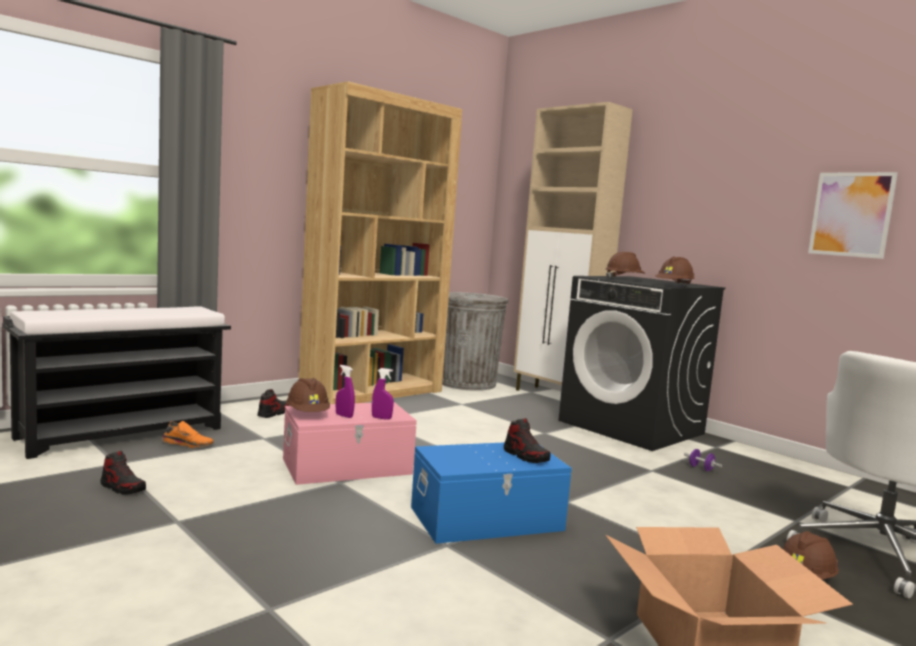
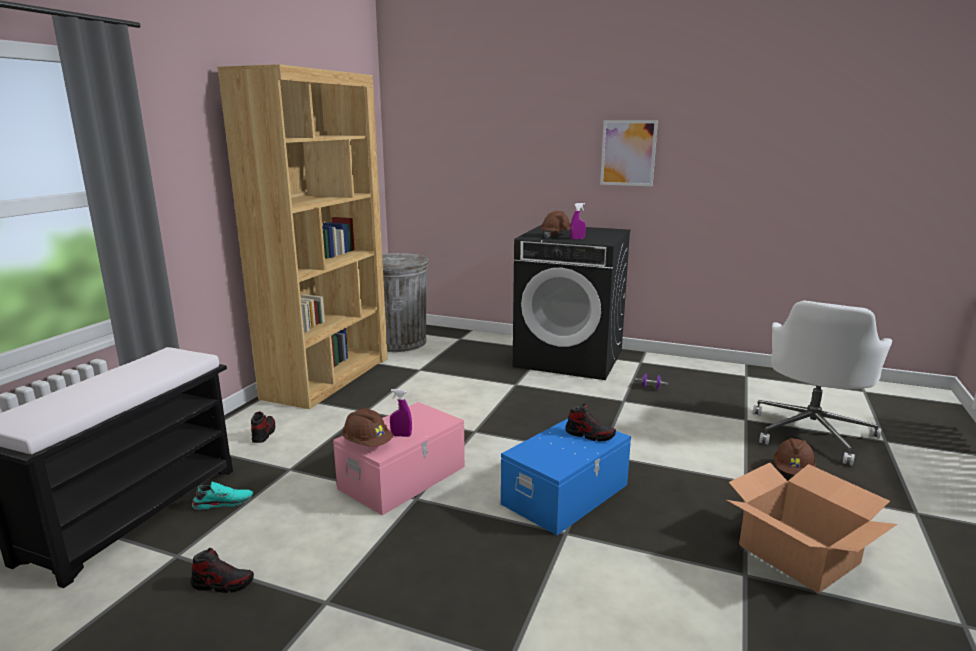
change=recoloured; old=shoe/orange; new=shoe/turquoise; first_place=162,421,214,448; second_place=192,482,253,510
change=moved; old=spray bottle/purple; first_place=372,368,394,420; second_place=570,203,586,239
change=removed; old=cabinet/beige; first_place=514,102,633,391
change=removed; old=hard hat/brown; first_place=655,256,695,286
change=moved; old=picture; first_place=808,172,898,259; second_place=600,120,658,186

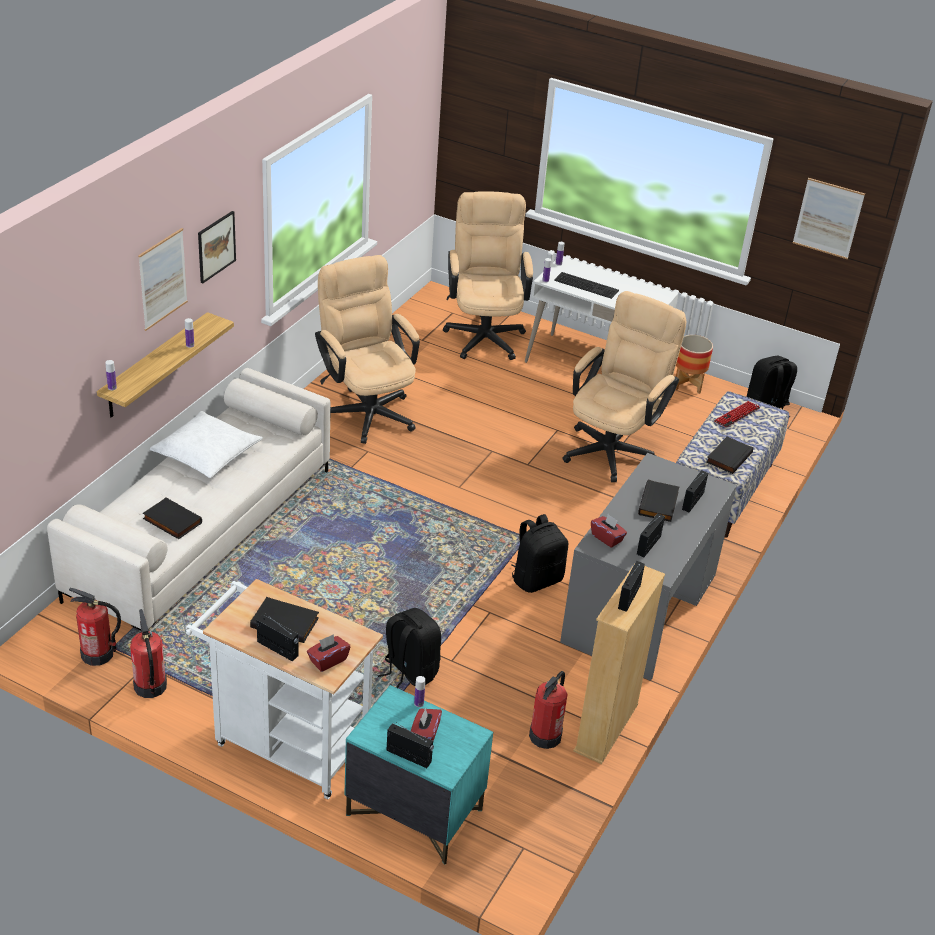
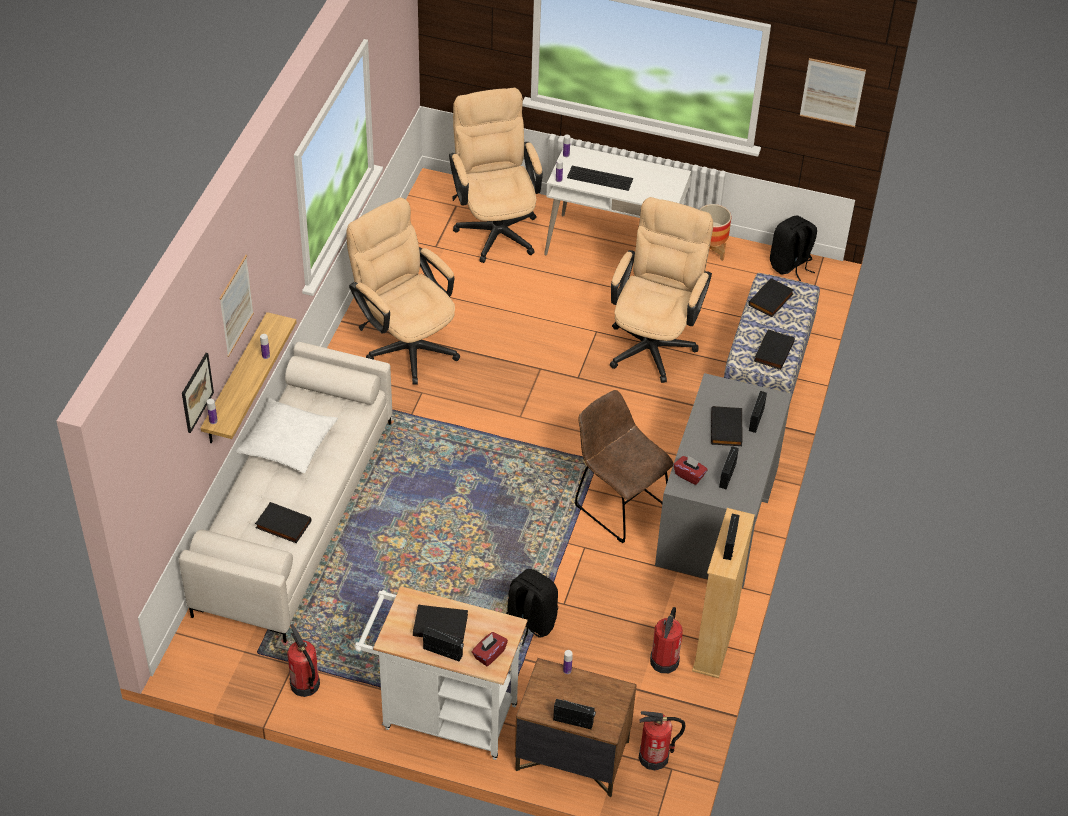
change=moved; old=fire extinguisher; first_place=69,588,121,666; second_place=639,711,686,771
change=moved; old=picture; first_place=198,211,236,284; second_place=182,353,214,433
change=recoloured; old=nightstand/turquoise; new=nightstand/brown; first_place=344,685,493,865; second_place=515,658,637,798
change=removed; old=tissue box/red; first_place=411,708,442,741
change=replaced; old=backpack/black; new=chair/brown; first_place=511,514,568,593; second_place=574,390,674,543
change=replaced; old=keyboard; new=book/black; first_place=714,401,760,427; second_place=748,278,794,317

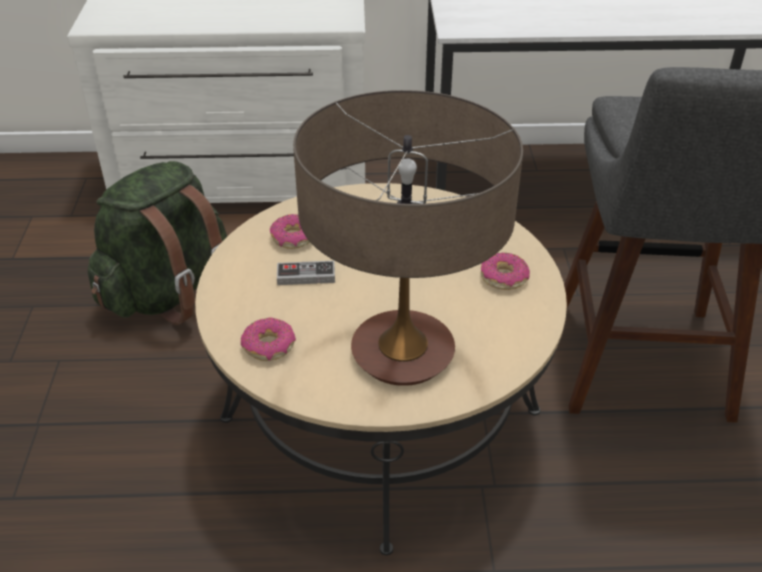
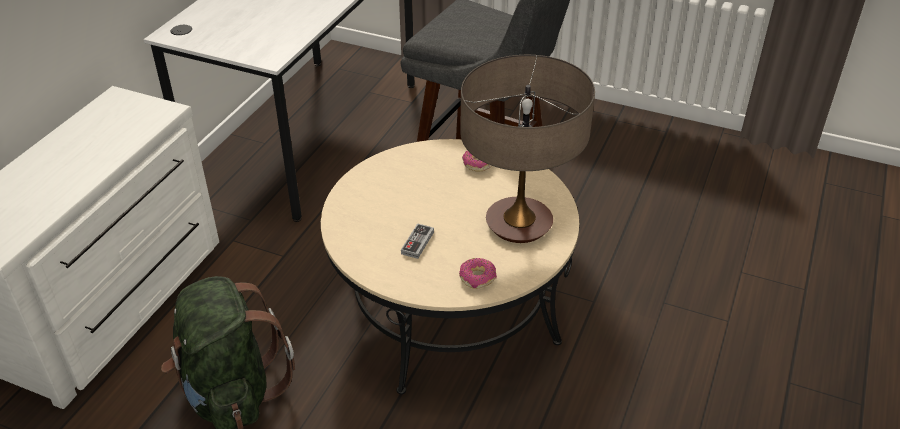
change=removed; old=donut; first_place=270,214,310,249

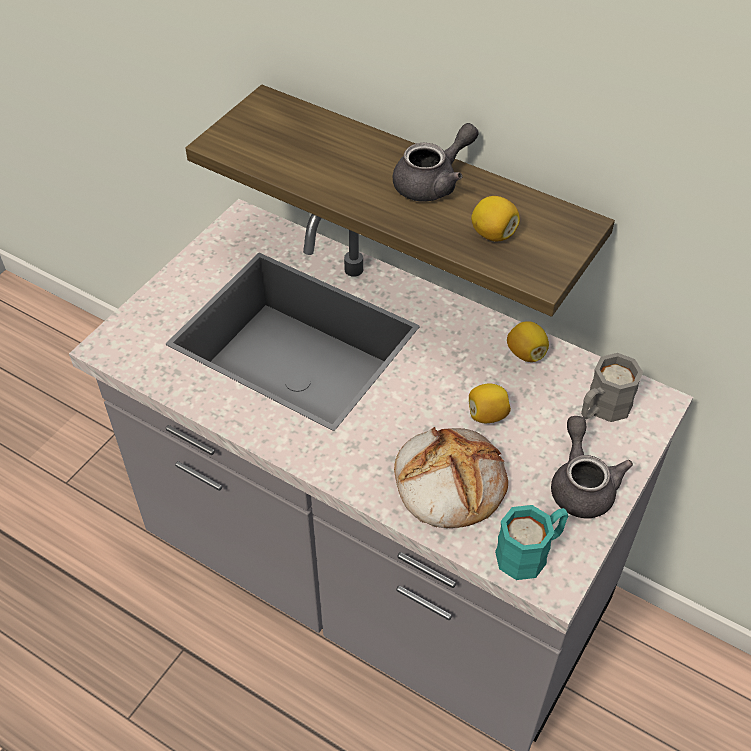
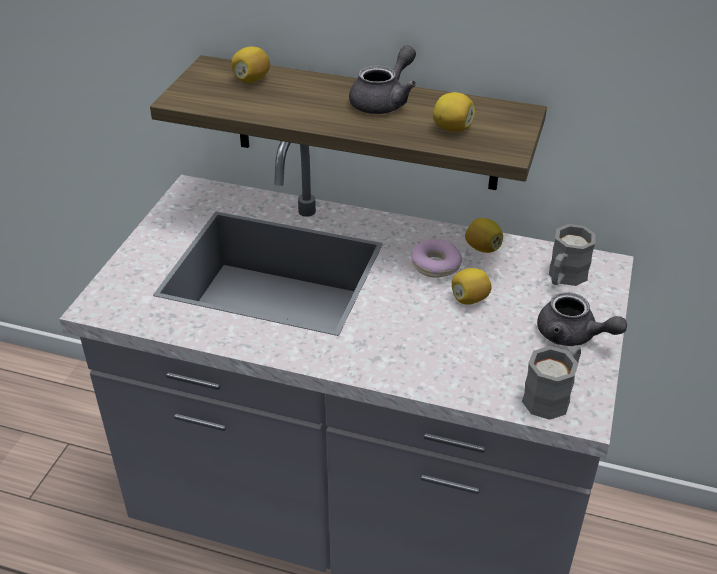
change=removed; old=bread; first_place=394,427,508,528
change=recoloured; old=mug/turquoise; new=mug/grey; first_place=495,505,568,580; second_place=522,345,581,420
change=turned; old=teapot/grey; first_place=551,416,633,519; second_place=537,292,627,346; degrees=150
change=added; new=lemon; second_place=231,47,270,83
change=added; new=donut; second_place=411,239,462,278

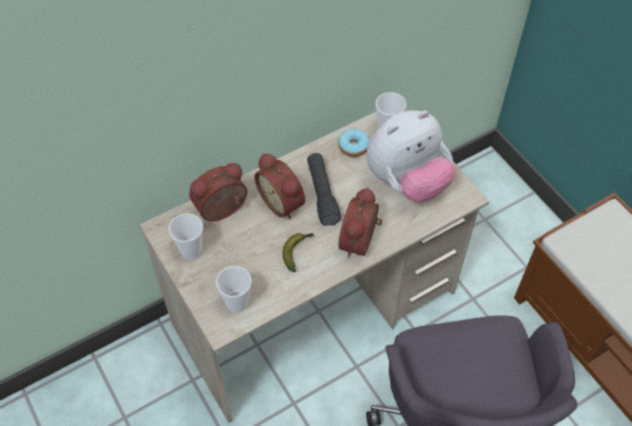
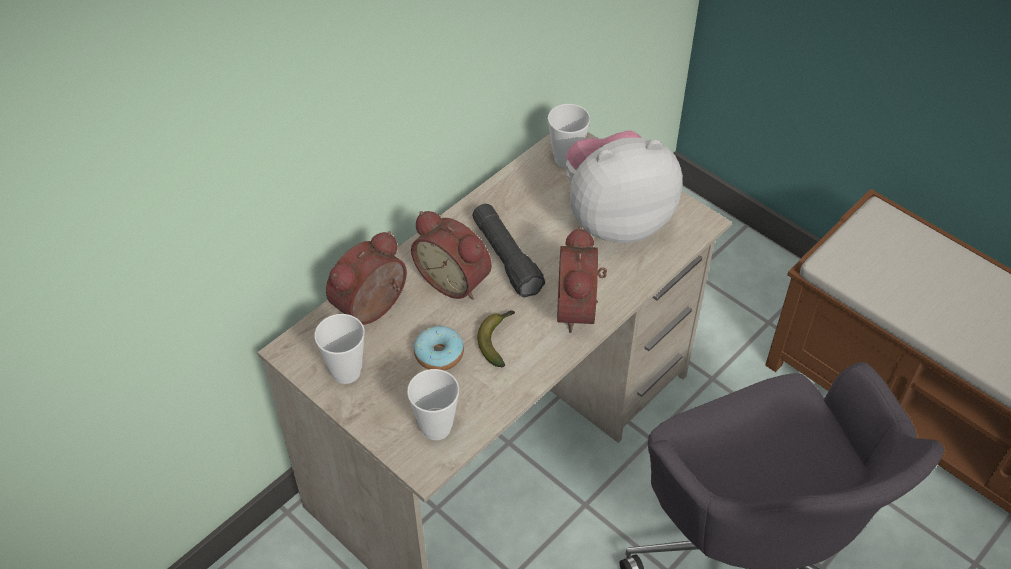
change=moved; old=donut; first_place=338,129,369,157; second_place=414,326,464,371
change=turned; old=plush toy; first_place=366,111,456,202; second_place=566,130,683,243; degrees=-150

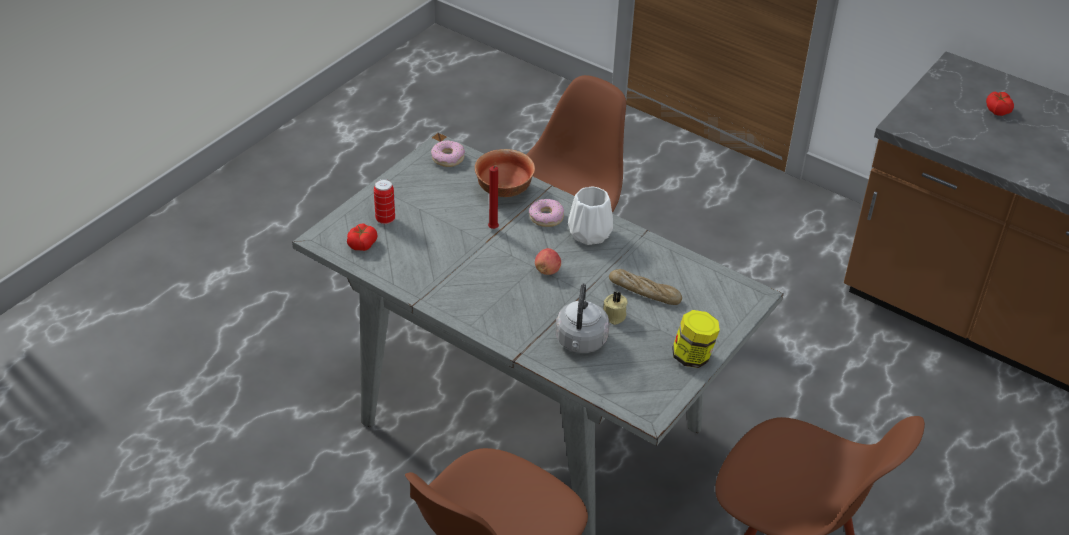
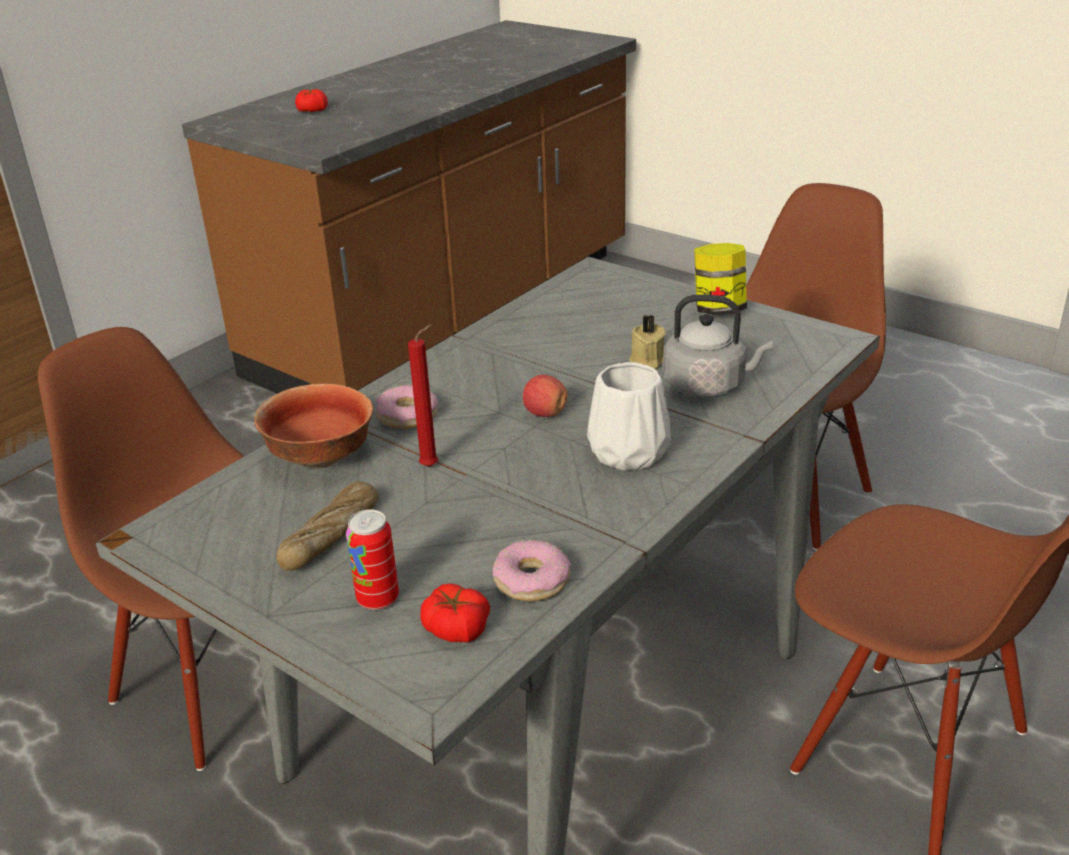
change=moved; old=donut; first_place=431,140,465,167; second_place=493,540,571,601
change=moved; old=vase/white; first_place=568,187,613,245; second_place=587,362,671,471
change=moved; old=bread; first_place=609,269,682,305; second_place=276,481,379,571

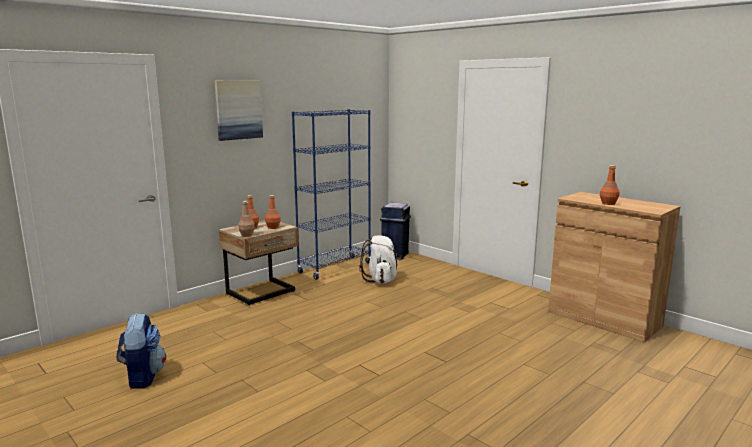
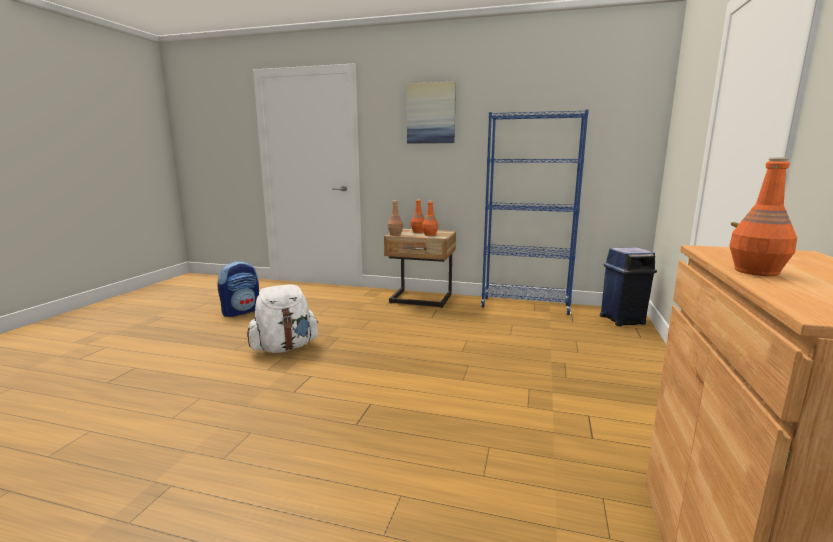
change=moved; old=backpack/white; first_place=359,235,401,283; second_place=247,284,319,353

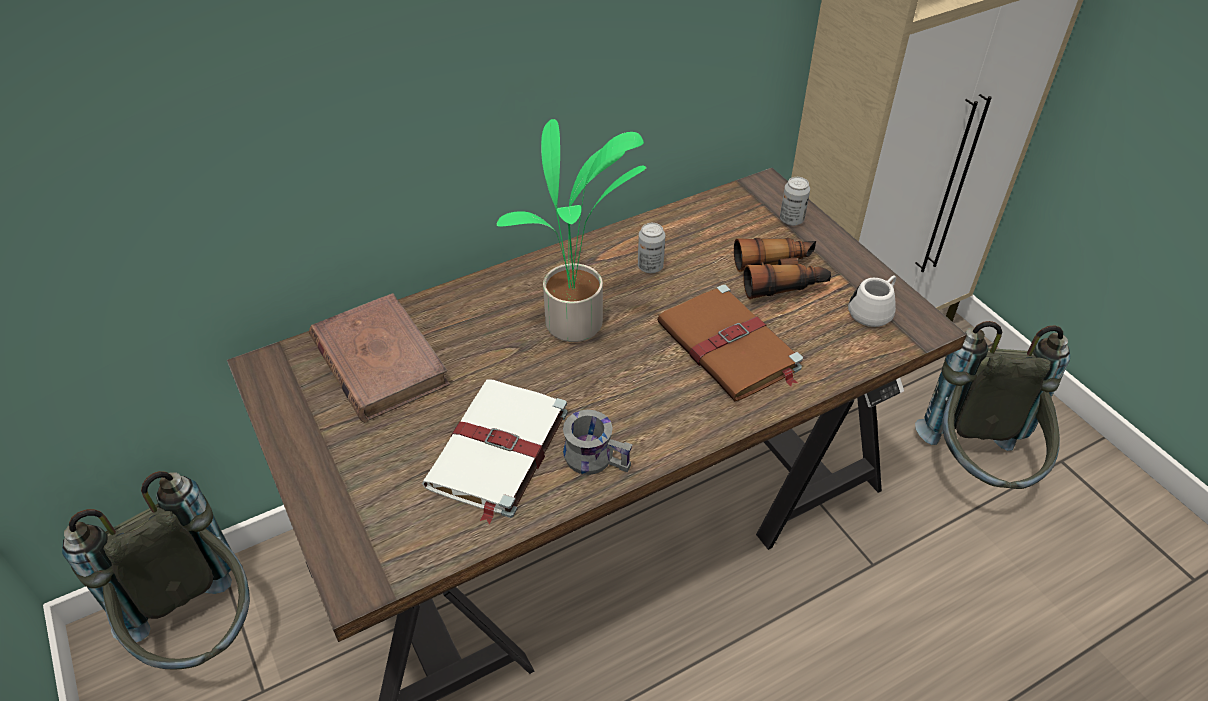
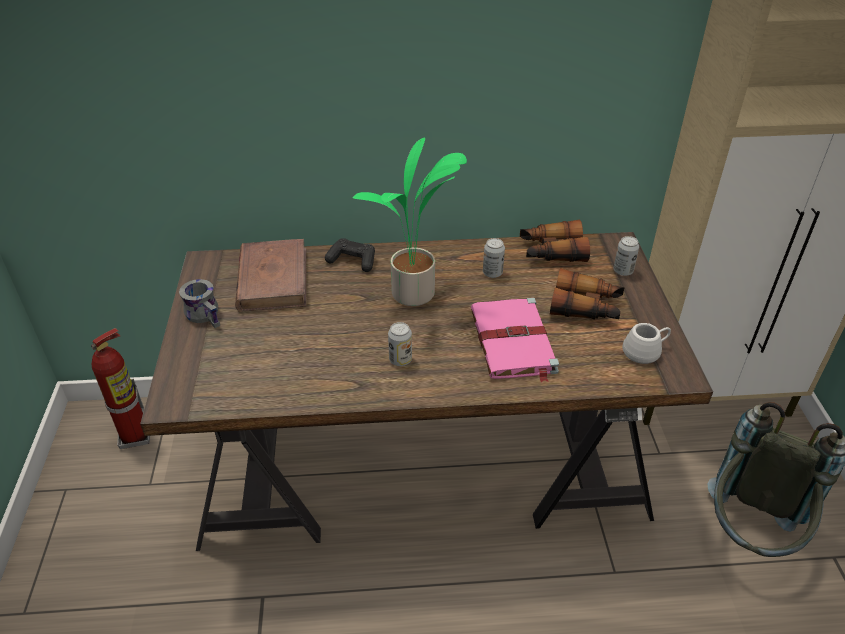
change=replaced; old=backpack/grey; new=fire extinguisher; first_place=62,471,250,670; second_place=91,328,150,449
change=removed; old=book/white; first_place=422,380,568,524
change=moved; old=mug/grey; first_place=563,410,633,475; second_place=179,279,220,328
change=recoloured; old=book/brown; new=book/pink; first_place=657,284,803,401; second_place=471,297,559,383
change=added; new=game controller/black; second_place=325,238,375,272
change=added; new=can; second_place=388,322,412,366
change=added; new=binoculars; second_place=520,220,590,262

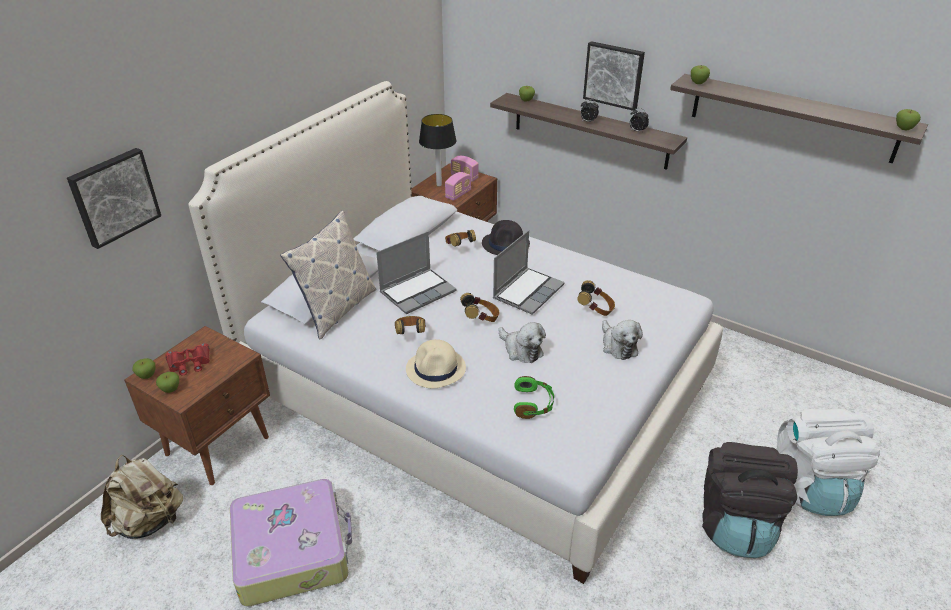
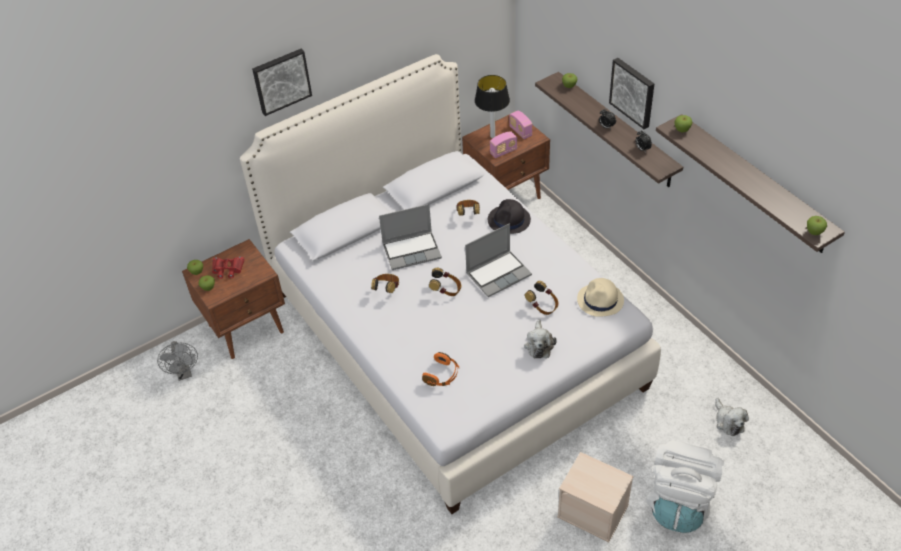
change=moved; old=picture; first_place=67,148,161,249; second_place=252,49,312,116
change=replaced; old=backpack/beige; new=fan/grey; first_place=101,455,183,539; second_place=157,341,198,381
change=removed; old=suitcase; first_place=230,479,352,607
change=removed; old=pillow; first_place=280,210,376,339
change=moved; old=hat/beige; first_place=406,339,466,389; second_place=577,278,624,317
change=moved; old=plush toy; first_place=498,322,546,363; second_place=715,398,749,436
change=recoloured; old=headphones/green; new=headphones/orange; first_place=514,376,554,419; second_place=422,352,459,386
change=replaced; old=backpack/black; new=storage box/beige; first_place=702,442,798,558; second_place=557,452,633,542

